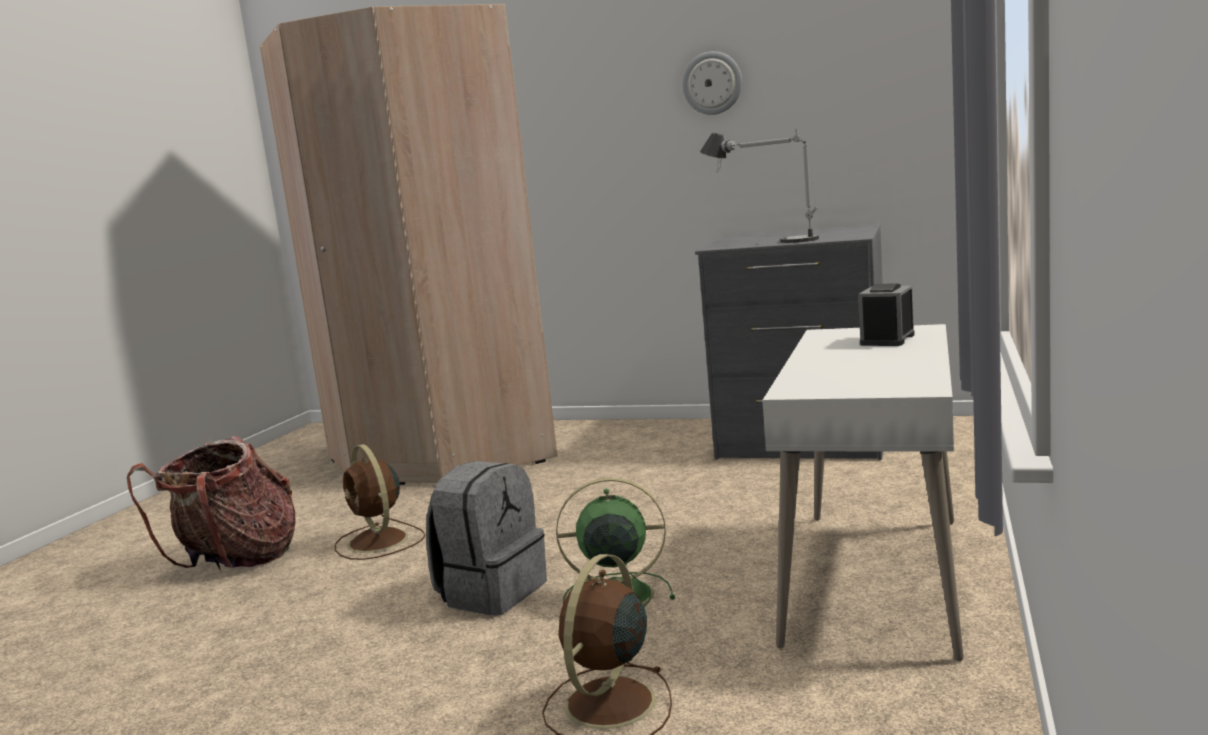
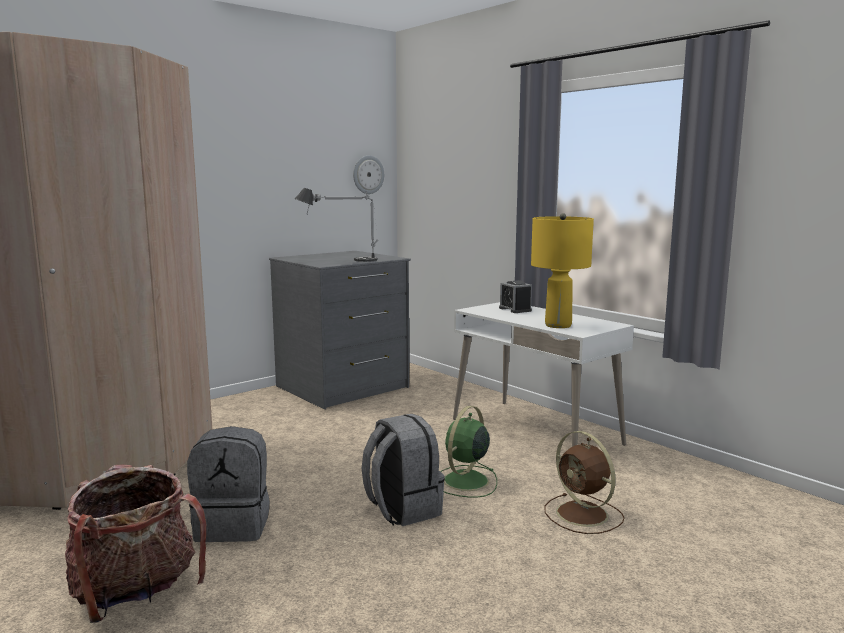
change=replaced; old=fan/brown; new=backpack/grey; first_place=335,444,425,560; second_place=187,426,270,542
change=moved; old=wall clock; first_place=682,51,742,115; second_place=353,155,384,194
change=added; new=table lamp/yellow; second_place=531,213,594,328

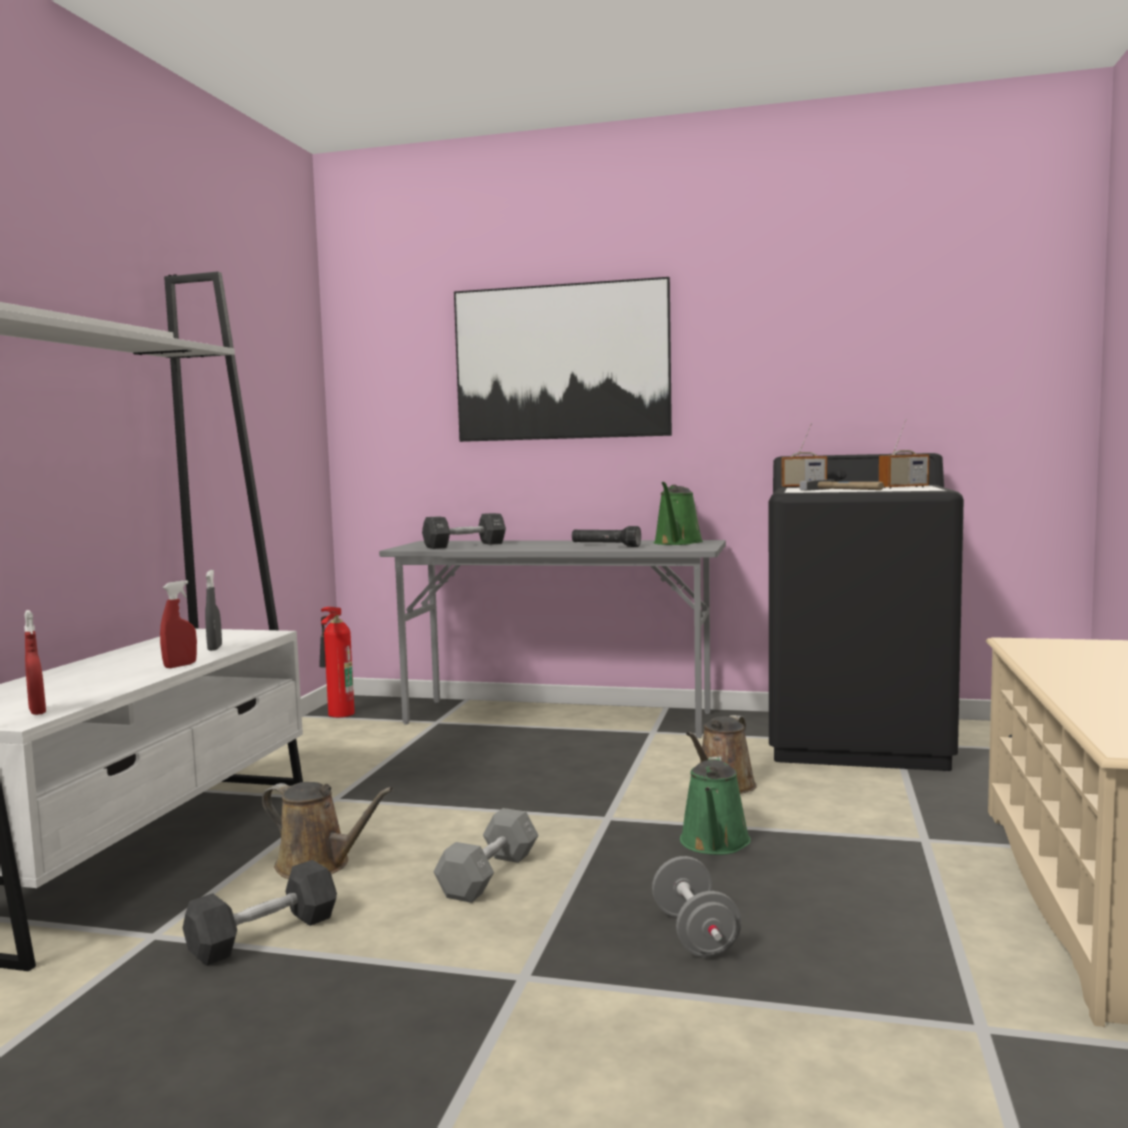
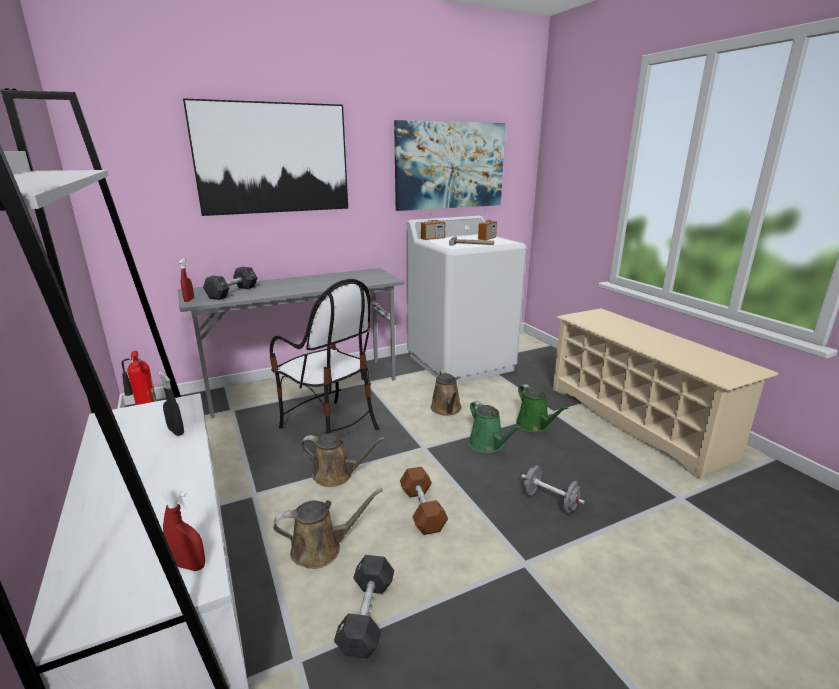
change=moved; old=spray bottle/red; first_place=160,580,197,668; second_place=179,258,194,302
change=recoloured; old=dumbbell/grey; new=dumbbell/brown; first_place=433,808,538,903; second_place=400,466,448,535
change=removed; old=flashlight/black; first_place=572,526,641,547
change=moved; old=watering can/green; first_place=654,482,703,545; second_place=516,384,568,432
change=recoloured; old=washing machine/black; new=washing machine/white; first_place=769,453,964,771; second_place=407,216,527,384
change=added; new=chair; second_place=270,279,379,433
change=added; new=watering can/brown; second_place=300,433,385,487
change=added; new=picture; second_place=394,120,506,211

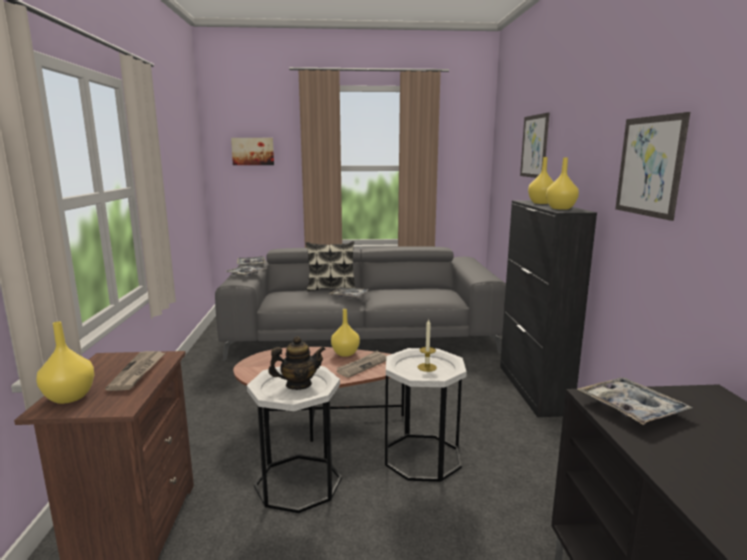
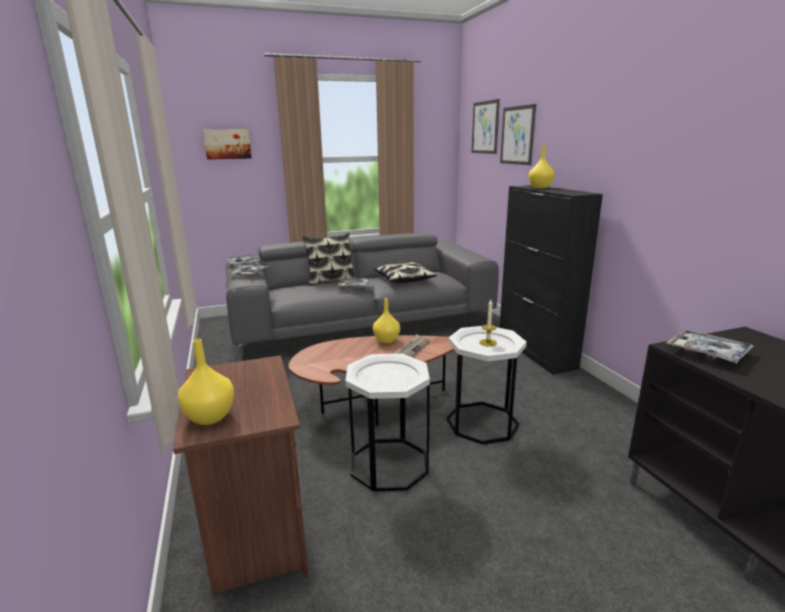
change=removed; old=newspaper; first_place=105,351,165,391
change=removed; old=teapot; first_place=268,336,326,390
change=removed; old=vase/yellow; first_place=546,157,579,210
change=moved; old=picture; first_place=615,112,690,221; second_place=472,99,500,154
change=added; new=pillow; second_place=374,262,437,283

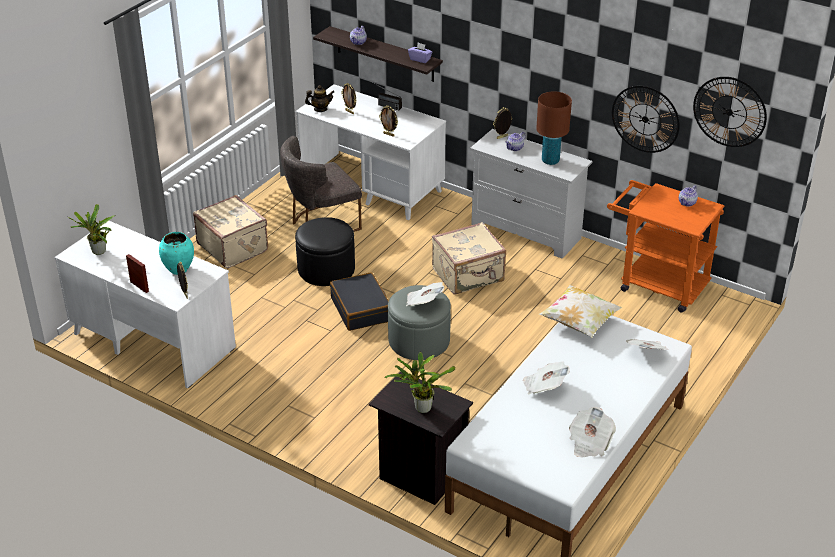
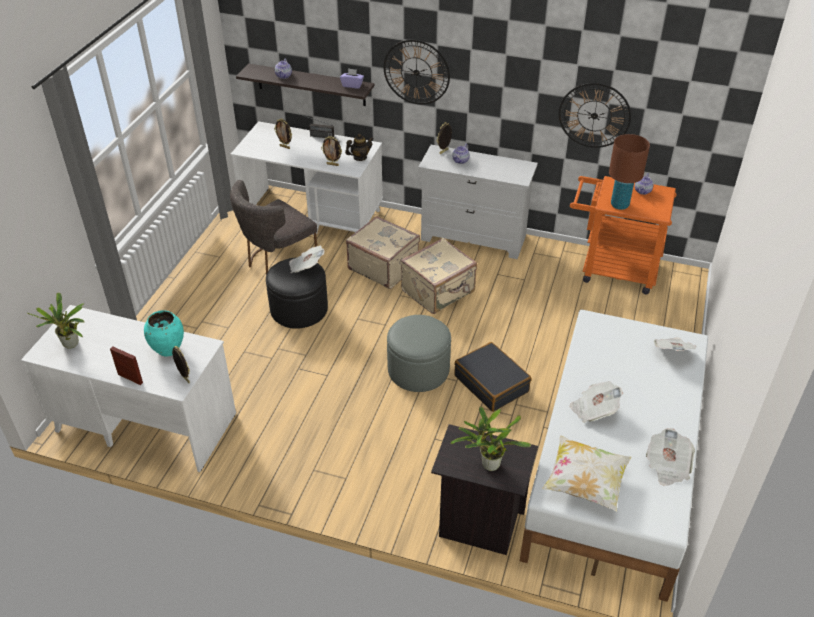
change=moved; old=suitcase/beige; first_place=193,195,268,268; second_place=346,216,420,289
change=moved; old=teapot; first_place=305,85,334,112; second_place=345,134,374,161
change=moved; old=suitcase/black; first_place=330,272,389,331; second_place=454,342,531,412
change=moved; old=newspaper; first_place=406,282,444,306; second_place=289,246,324,273
change=moved; old=table lamp/brown; first_place=536,91,572,165; second_place=609,134,650,210
change=moved; old=pillow; first_place=539,285,622,337; second_place=542,436,632,511
change=moved; old=wall clock; first_place=693,77,767,147; second_place=384,40,450,104

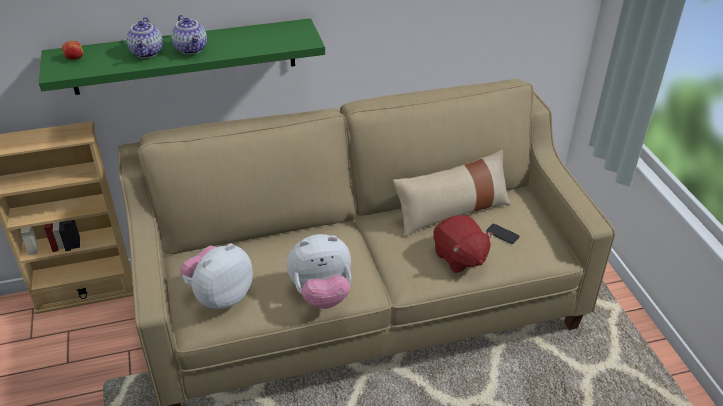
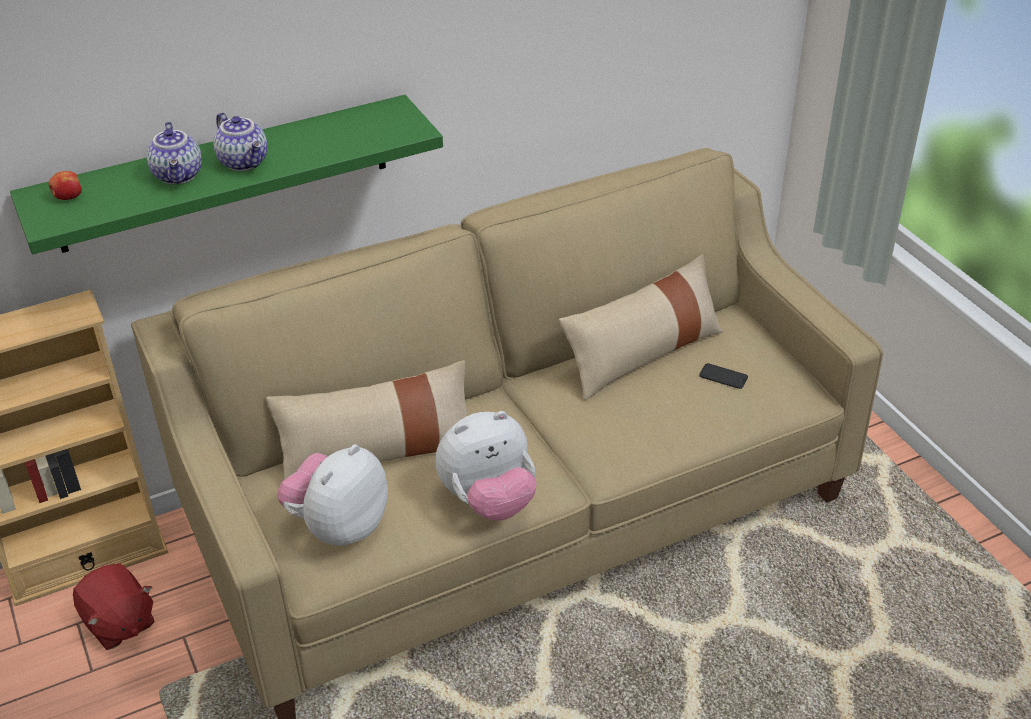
change=moved; old=plush toy/red; first_place=433,215,493,273; second_place=73,563,155,650
change=added; new=pillow/beige; second_place=266,360,468,480

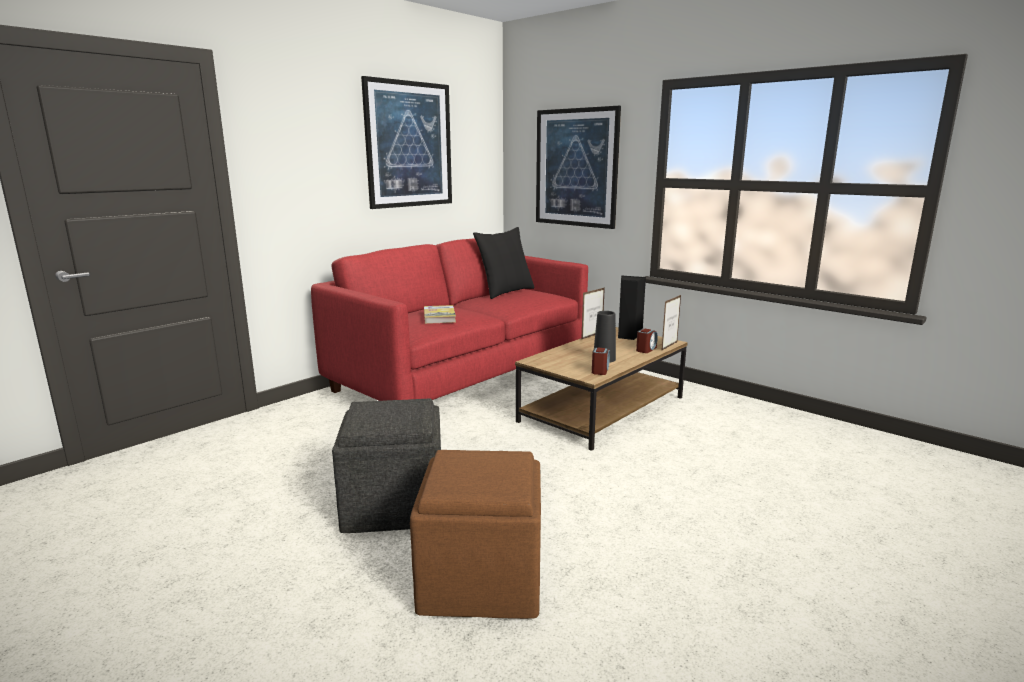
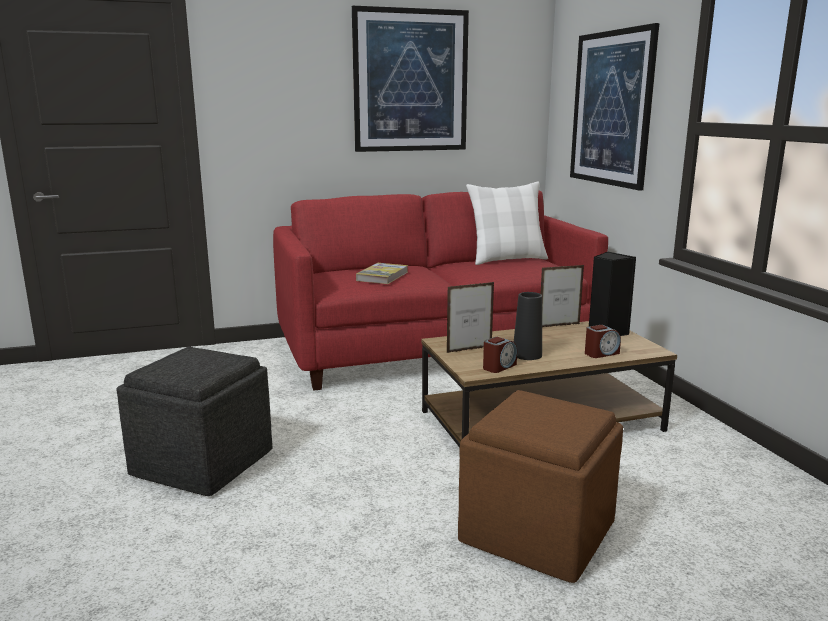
change=moved; old=ottoman/brown; first_place=410,450,541,619; second_place=458,390,623,583
change=recoloured; old=pillow/black; new=pillow/white; first_place=473,227,535,299; second_place=466,182,548,265
change=moved; old=picture frame; first_place=662,295,681,350; second_place=447,282,494,353

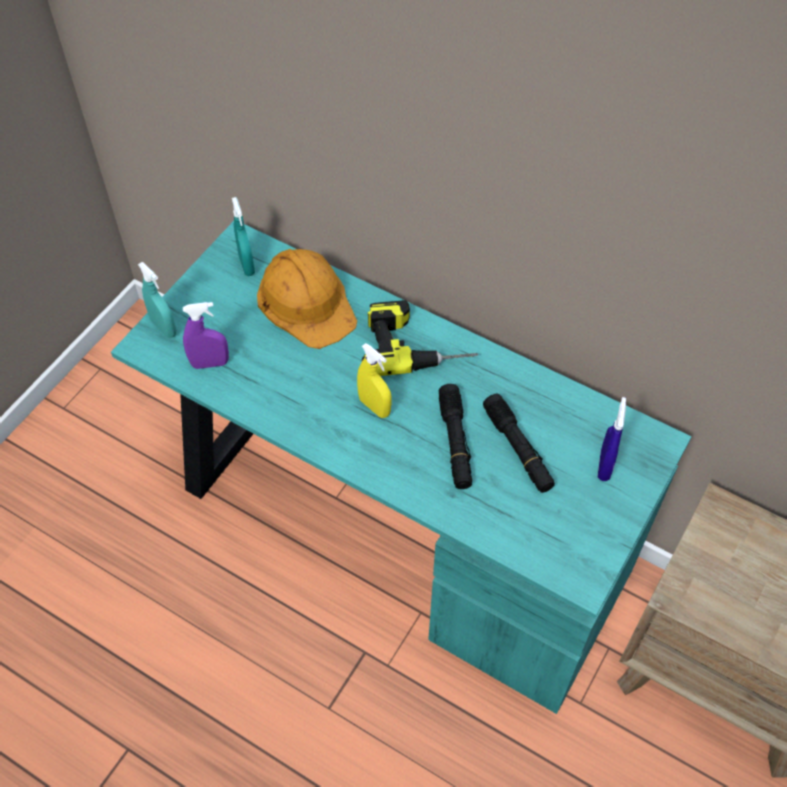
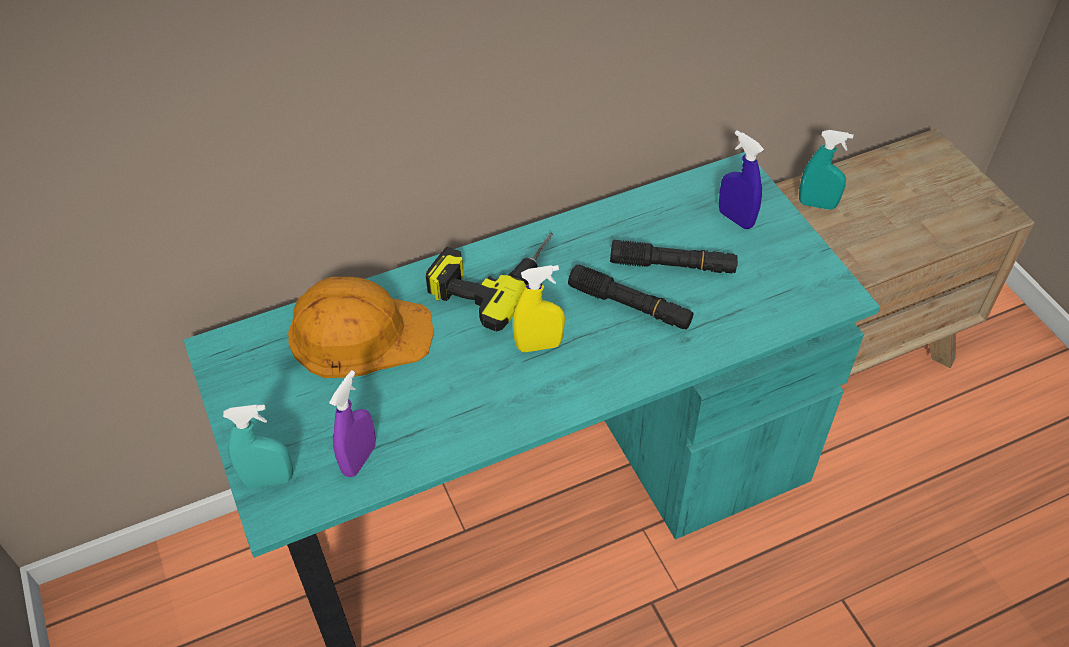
change=moved; old=spray bottle/turquoise; first_place=232,197,255,276; second_place=799,130,854,210

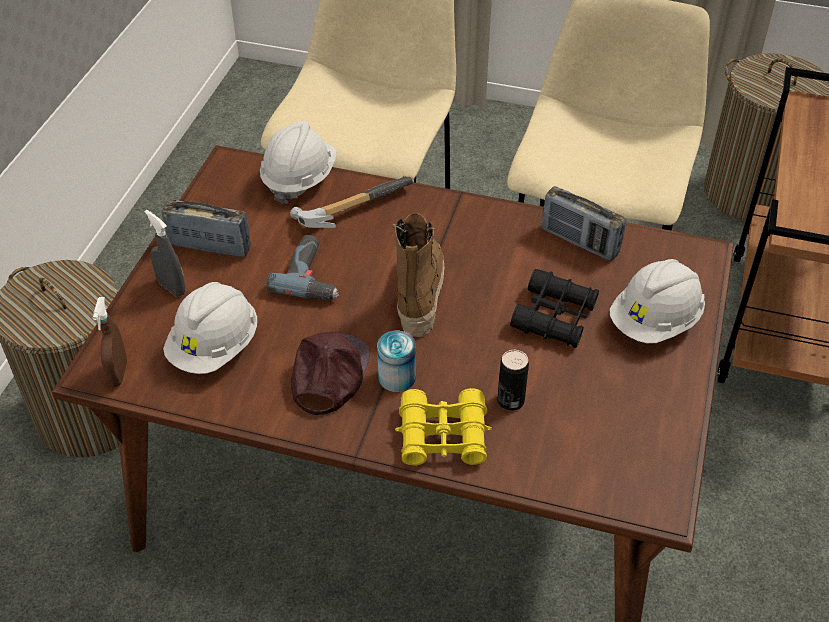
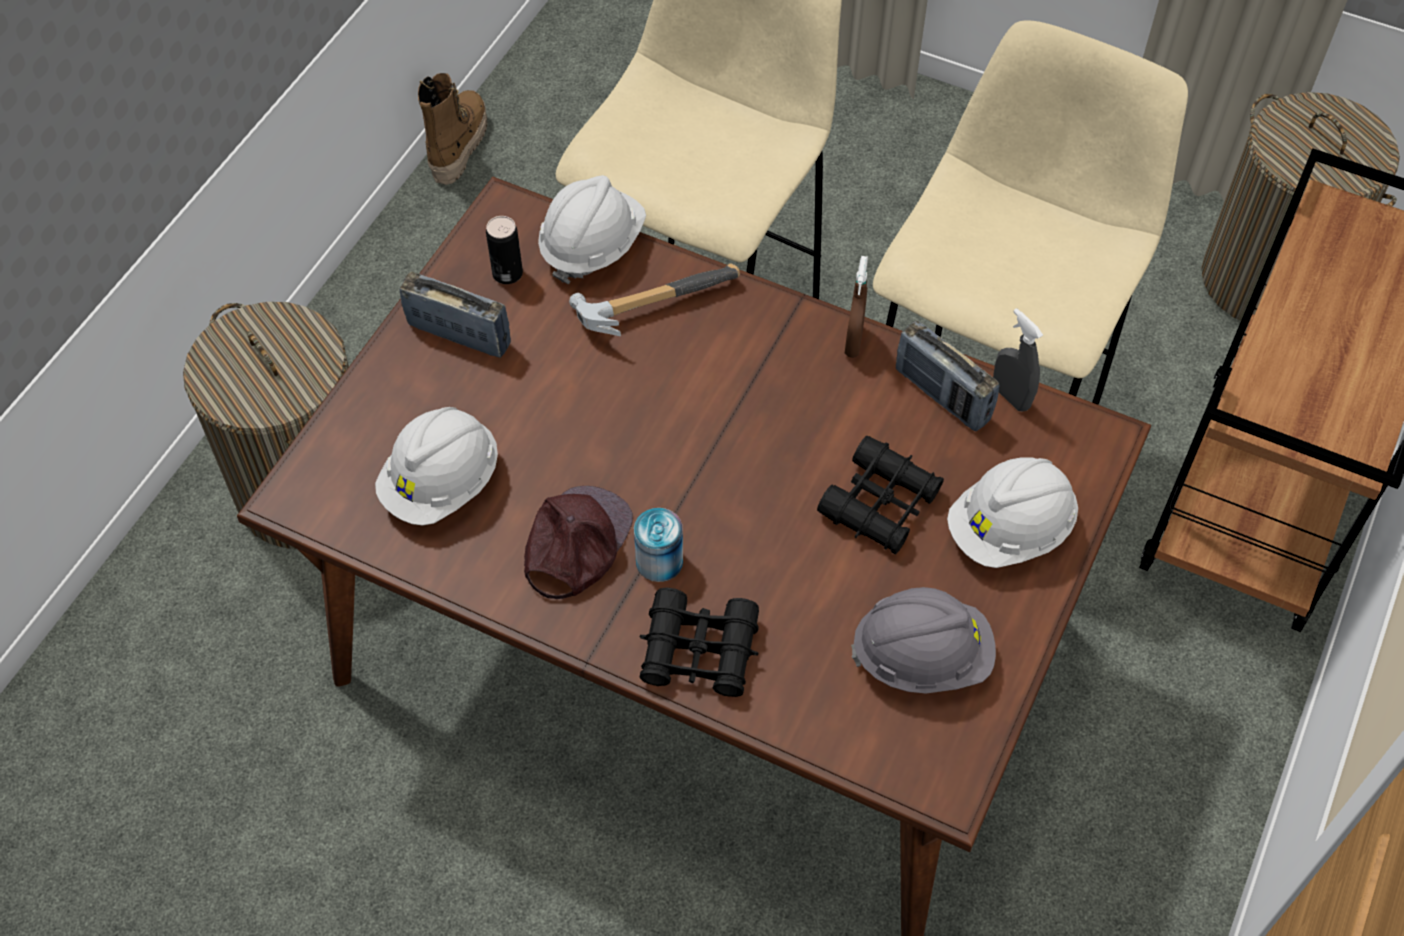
change=moved; old=spray bottle/brown; first_place=93,297,127,387; second_place=845,256,868,358
change=moved; old=spray bottle/grey; first_place=145,210,185,297; second_place=993,308,1043,411
change=removed; old=power drill; first_place=266,235,339,301
change=moved; old=boot; first_place=392,214,445,337; second_place=418,73,487,185
change=recoloured; old=binoculars/yellow; new=binoculars/black; first_place=395,388,491,466; second_place=639,588,759,697
change=moved; old=can; first_place=497,350,529,411; second_place=486,216,523,284
change=added; new=hard hat/grey; second_place=851,587,996,694

